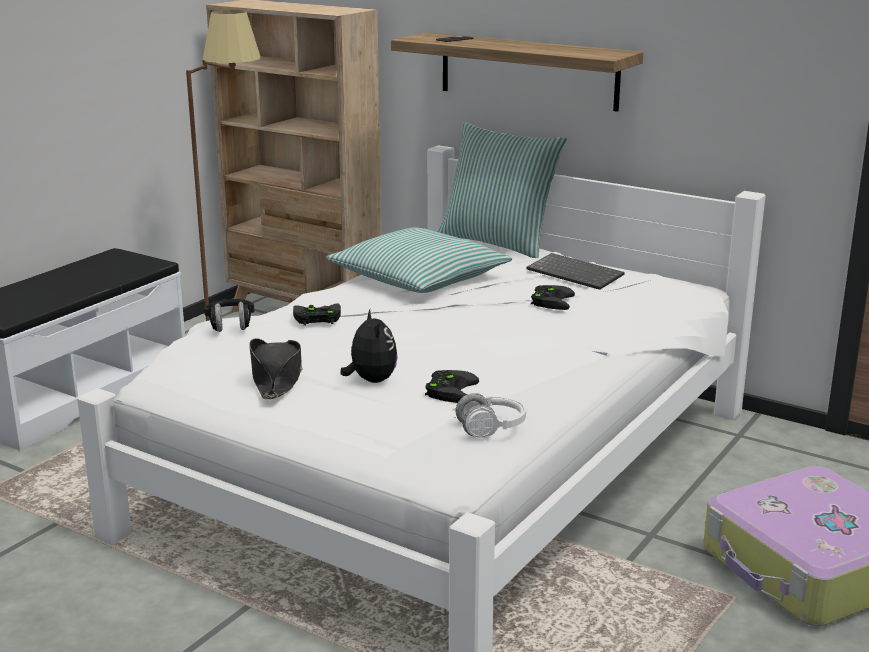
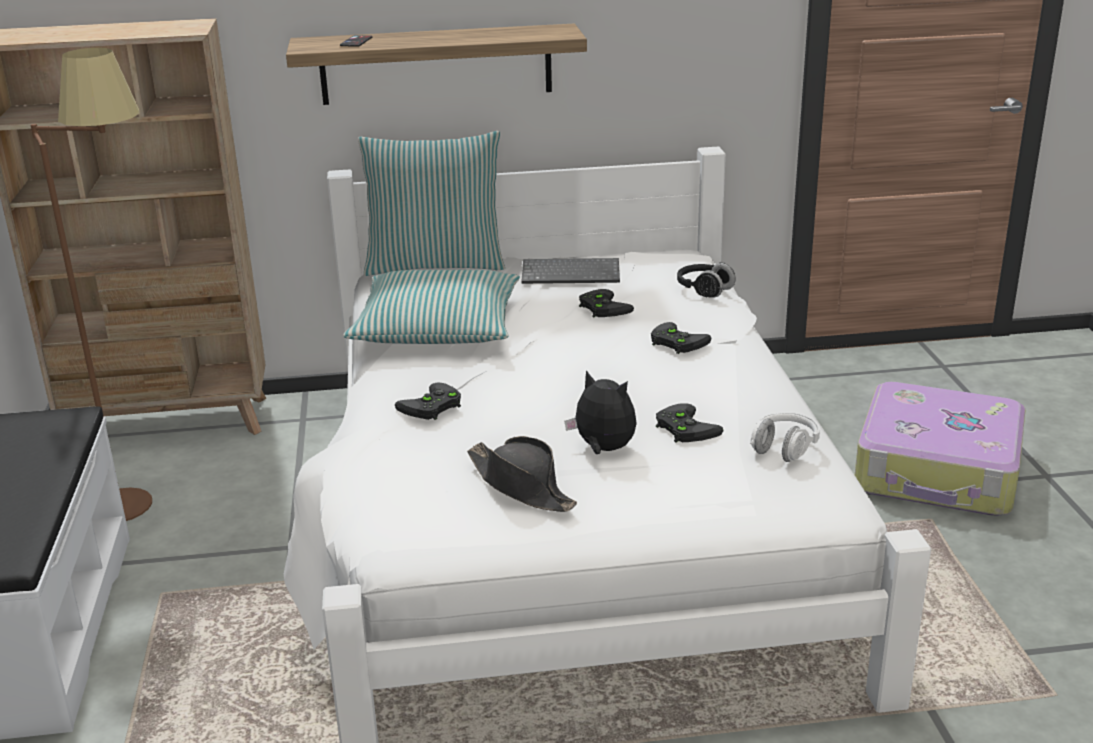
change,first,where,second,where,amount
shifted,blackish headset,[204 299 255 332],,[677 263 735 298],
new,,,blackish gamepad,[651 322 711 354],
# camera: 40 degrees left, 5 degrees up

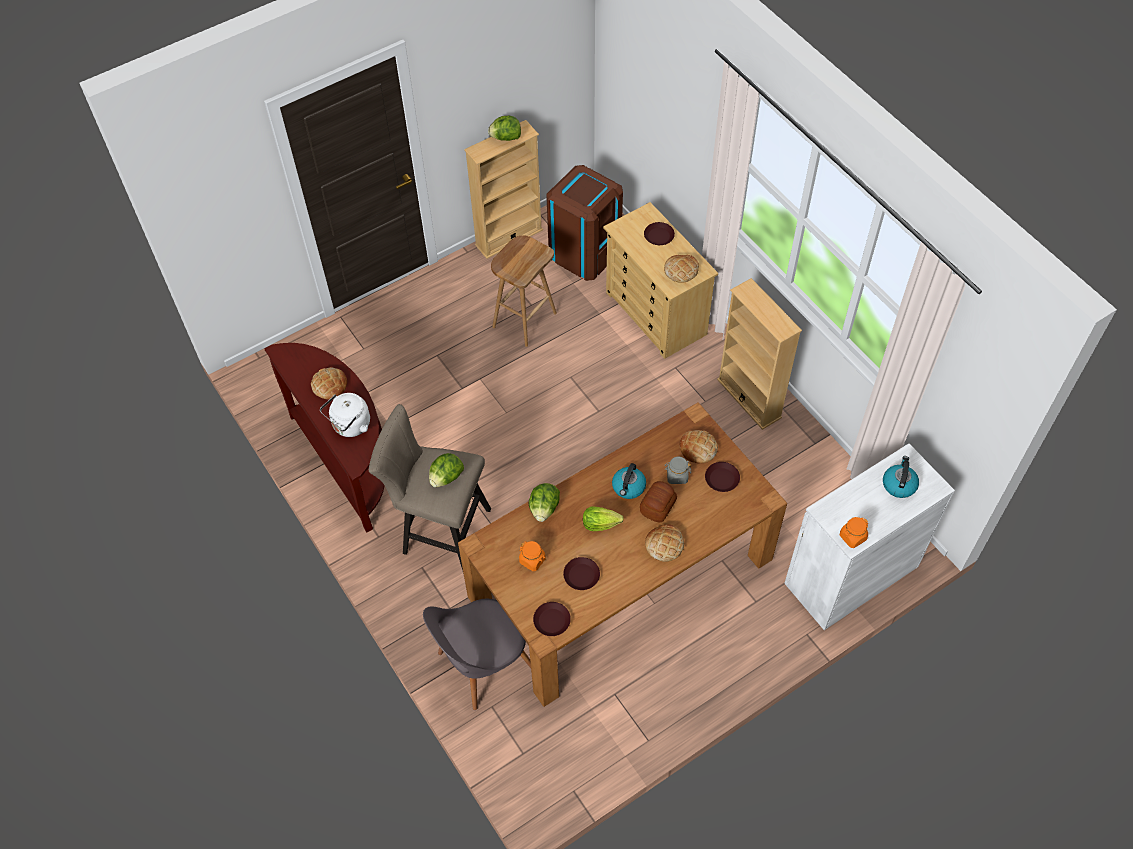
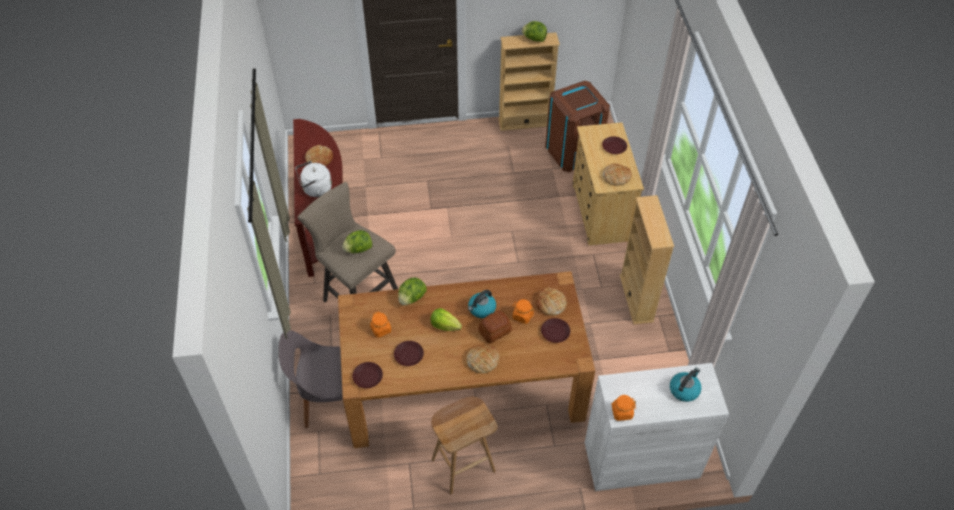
change,first,where,second,where,amount
shifted,brown stool seat,[491 235 557 347],,[431 396 497 494],
repainted,gray preserve jar,[665 457 691 484],orange preserve jar,[512 299 534 324],
# camera: 25 degrees right, 5 degrees down

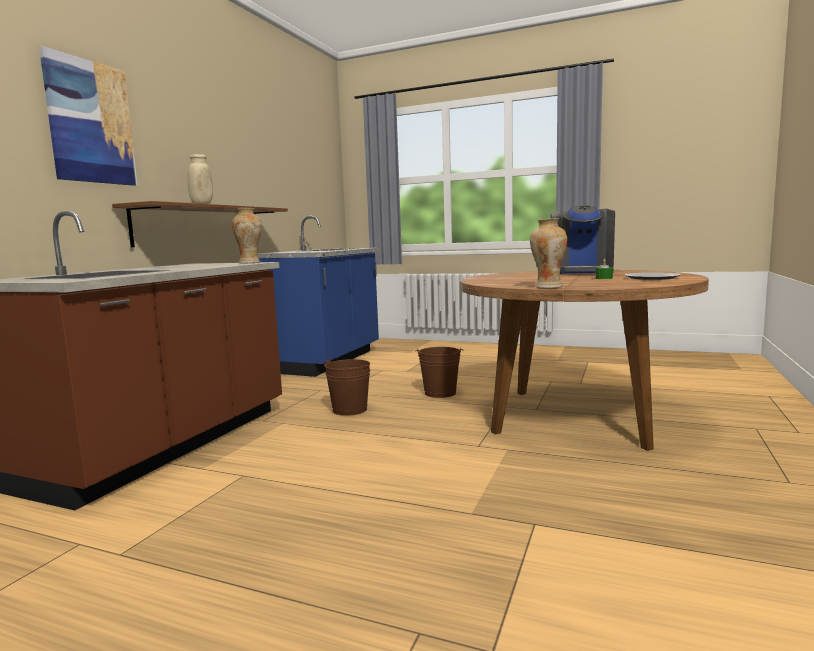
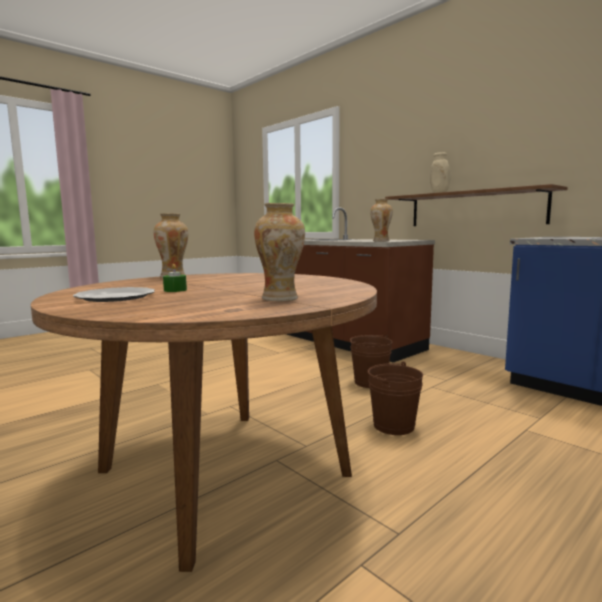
change,first,where,second,where,amount
gone,wall art,[39 46 137 186],,,
swapped,coffee brewer,[550 205 615 274],vase,[254 203 305 301],
# camera: 115 degrees right, 0 degrees up

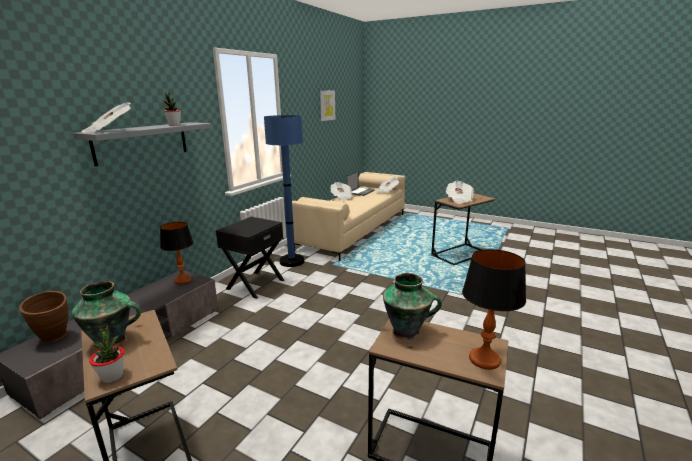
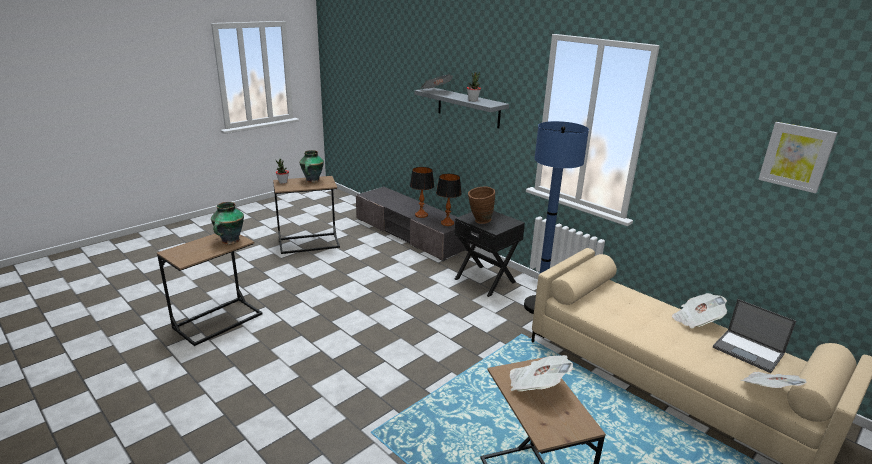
change,first,where,second,where,amount
shifted,table lamp,[462 249 526 370],,[410 167 434 218],
shifted,brown vase,[19 291 69 343],,[468 187 495 224],
# camera: 105 degrees right, 5 degrees up

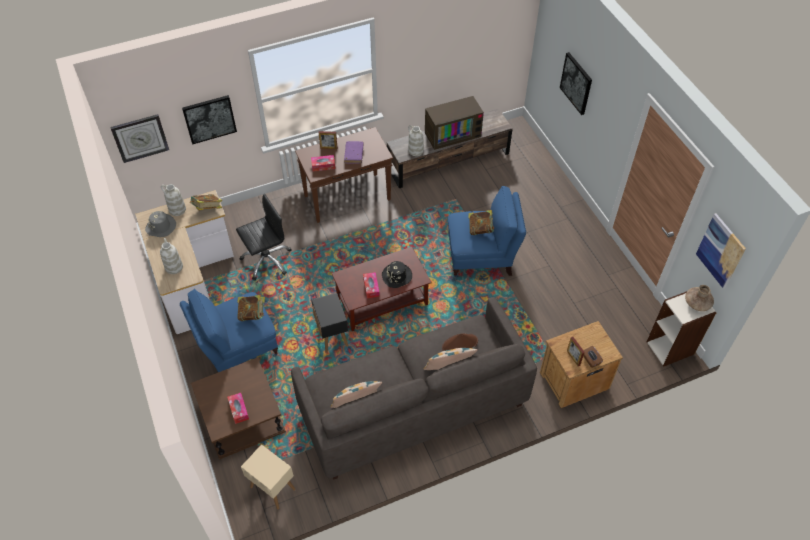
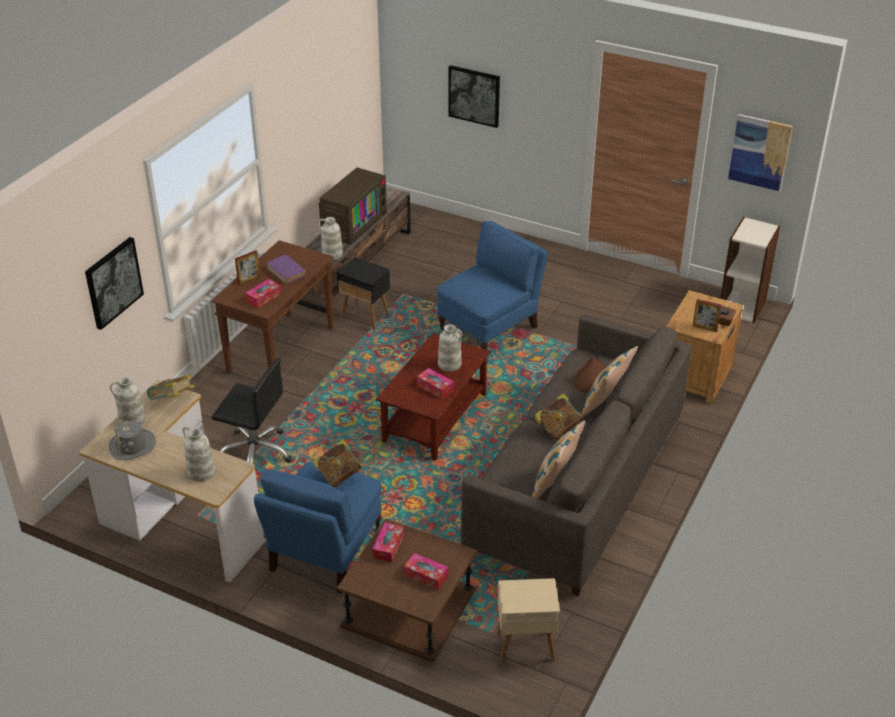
change,first,where,second,where,amount
gone,hanging clock,[110 114 169 163],,,
rotated,blackish desk chair,[236 194 291 280],,[211 358 292 463],90 degrees clockwise
shifted,book,[468 210 494 235],,[534 393 583 441],
swapped,blackish wearable hat,[382 261 412 288],white vase,[438 324 462 372],
gone,brown vase,[685 285 714 311],,,
shifted,blackish accent table,[312 293 348 353],,[336 257 390 330],
new,,,box of tissues,[372 522 404 562],
# camera: 40 degrees left, 15 degrees down

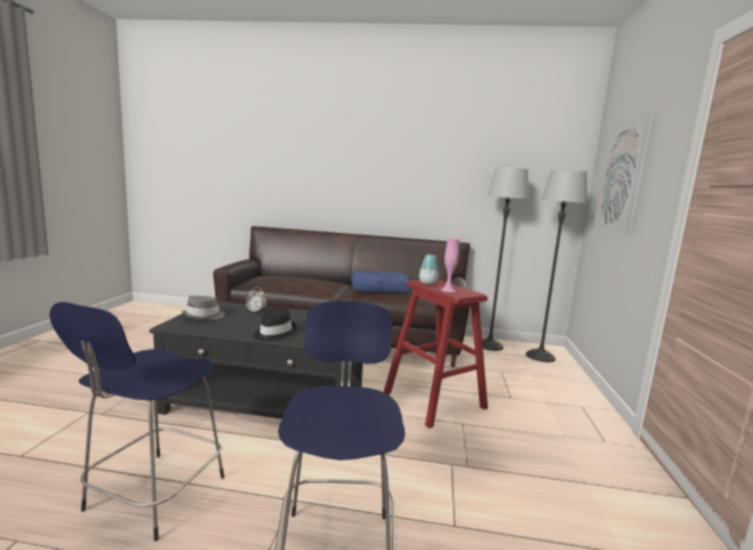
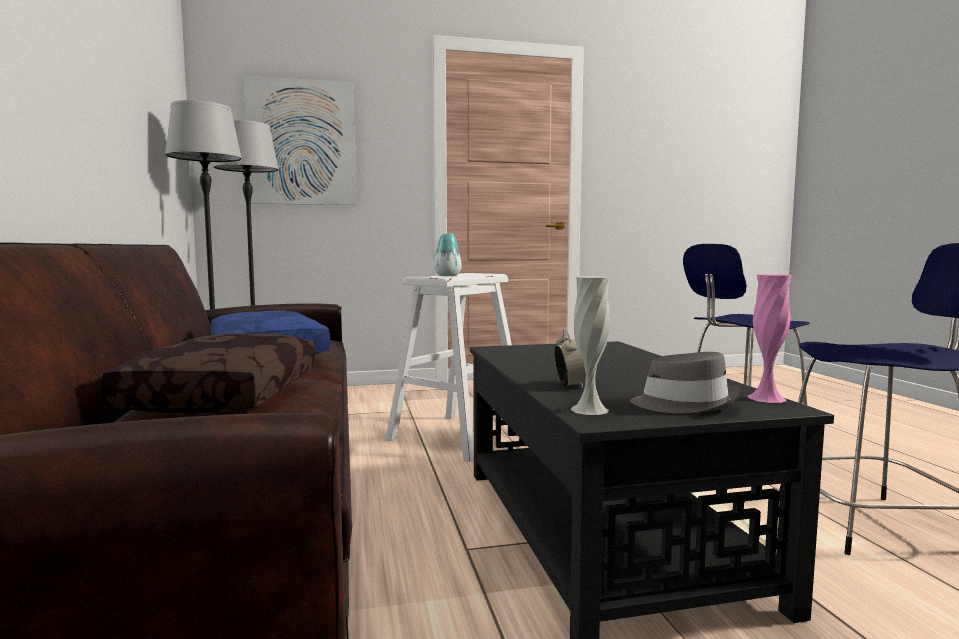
change,first,where,second,where,amount
shifted,pinkish vase,[441 238 460 292],,[748 274 792 403],
repainted,red-coloured stool seat,[384 279 488 428],white stool seat,[386 273 512 462],
gone,blackish wearable hat,[254 308 297 341],,,
new,,,white vase,[570 276 610 415],
new,,,brown cushion,[100 333 316 413],
# camera: 110 degrees left, 5 degrees down

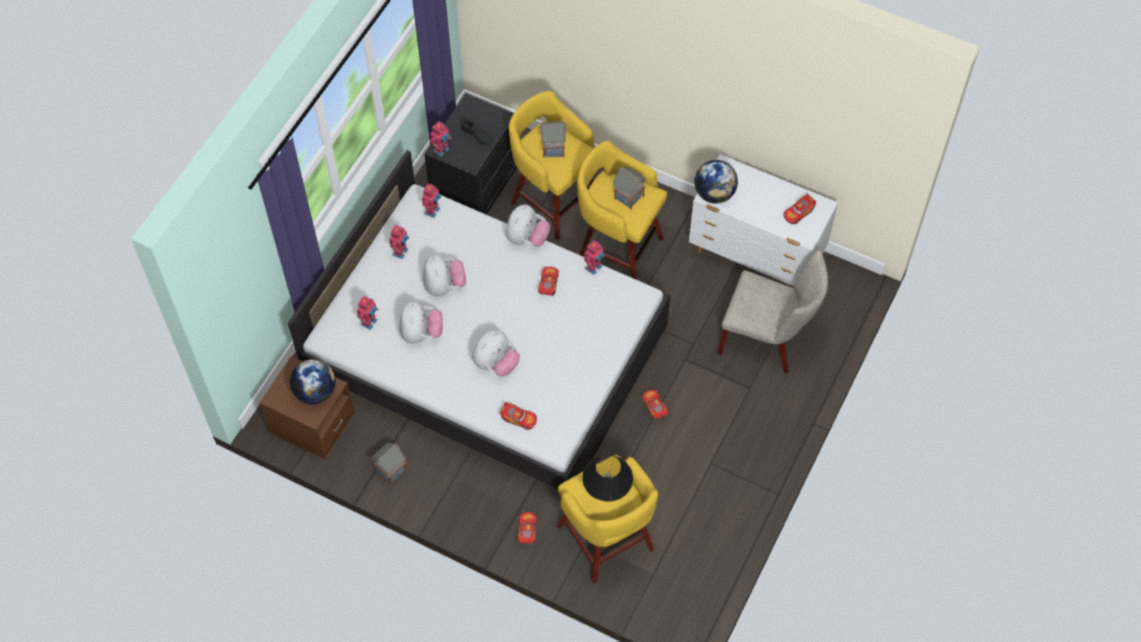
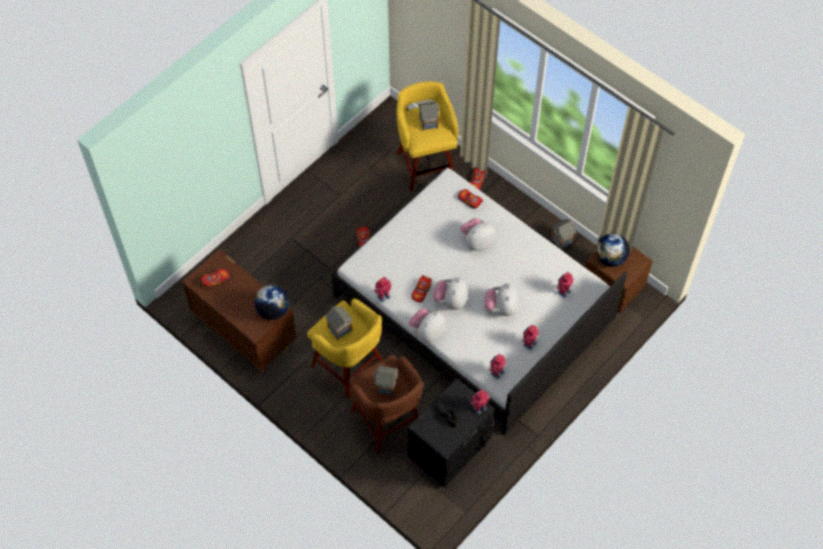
change,first,where,second,where,amount
repainted,yellowish stool seat,[509 91 594 240],brown stool seat,[349 355 423 453],
repainted,white drawer chest,[689 154 838 286],brown drawer chest,[182 249 297 372],
gone,sand-coloured plain chair,[717 249 828 374],,,
shifted,cuddly toy,[399 301 443 344],,[433 277 467 310],
swapped,blackish table lamp,[582 455 633 502],toy house,[418 102 439 131],
# camera: 165 degrees left, 0 degrees up

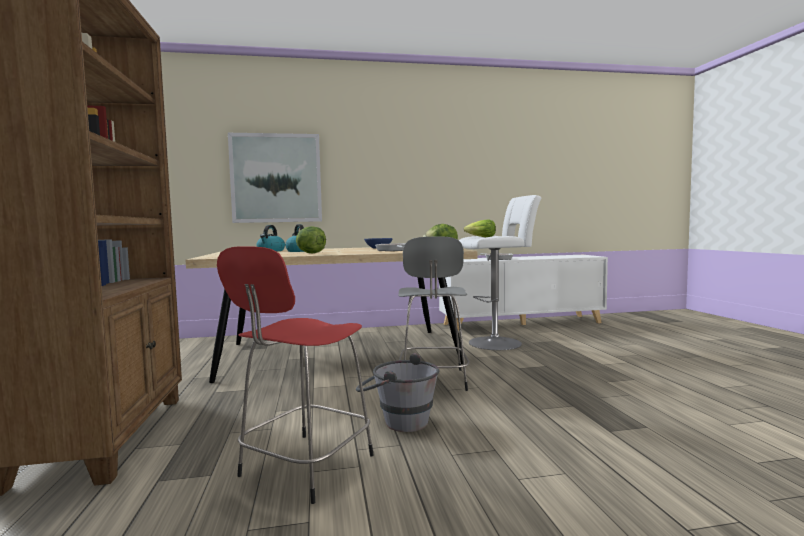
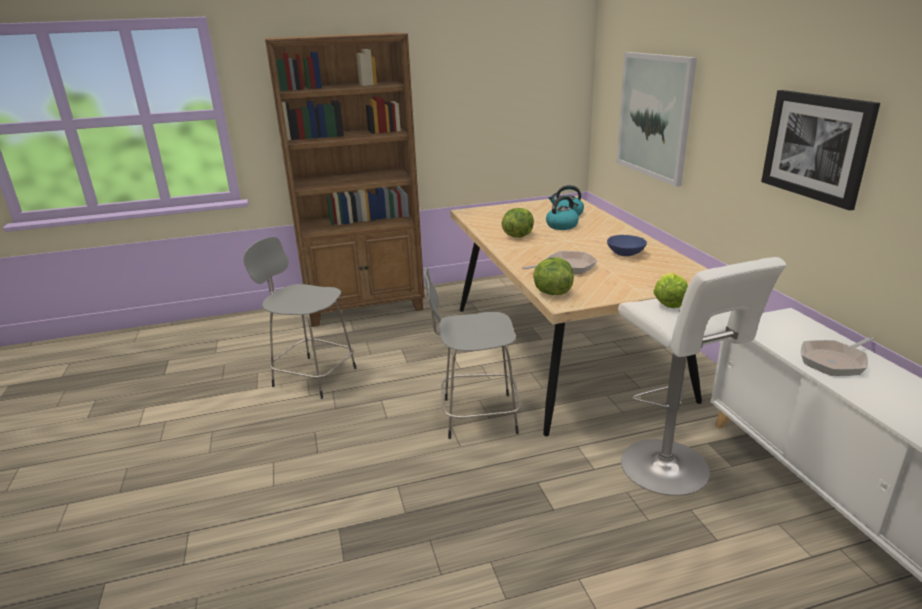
change,first,where,second,where,amount
repainted,red-coloured stool seat,[217 247 374 504],gray stool seat,[243 237 356 399],
gone,gray water bucket,[356 353 439 432],,,
new,,,wall art,[761 90 880 210],
# camera: 85 degrees right, 20 degrees up

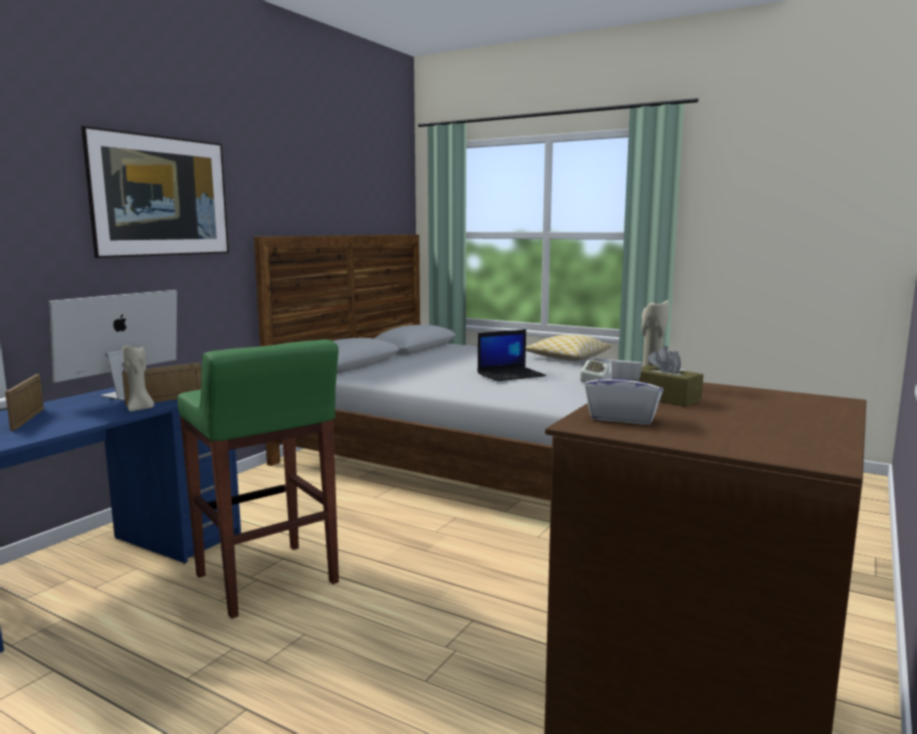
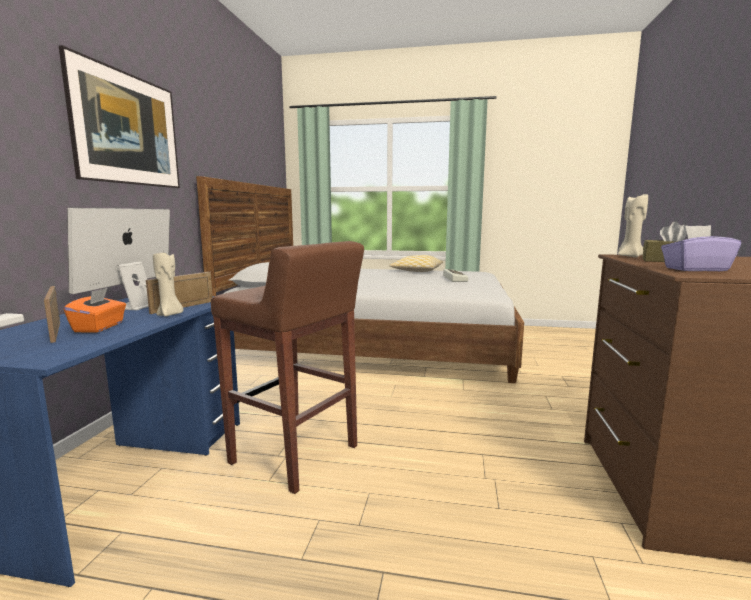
change,first,where,second,where,amount
gone,portable computer,[478 329 546 381],,,
repainted,greenish stool seat,[177 340 339 619],brown stool seat,[211 241 364 494],
repainted,white box of tissues,[584 361 663 425],purple-coloured box of tissues,[661 225 741 271],
new,,,orange box of tissues,[64 288 126 332],
# camera: 20 degrees left, 0 degrees up

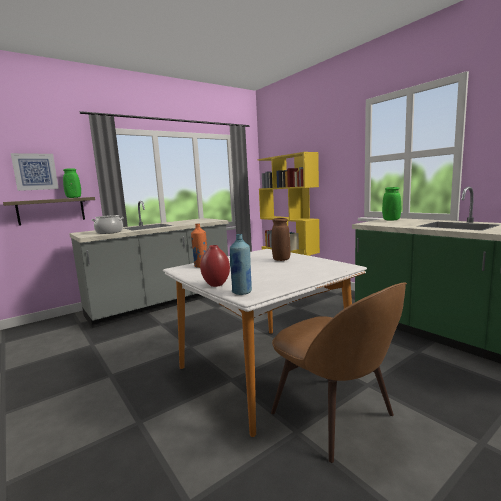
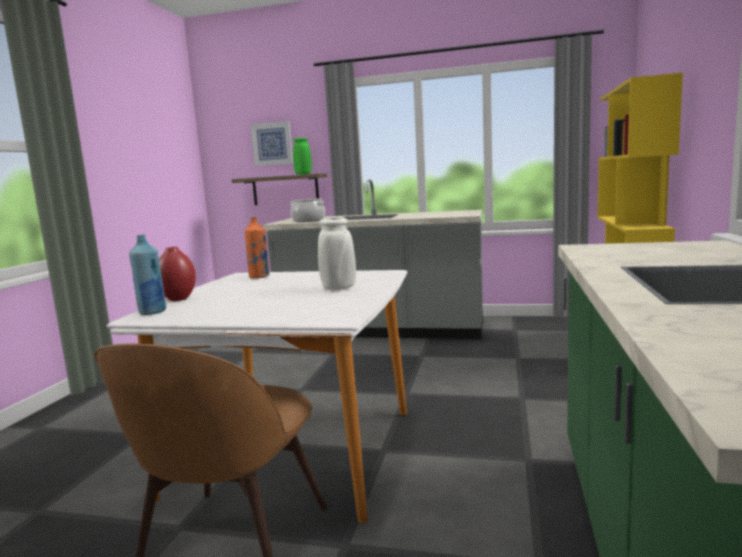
change,first,where,second,where,amount
gone,greenish vase,[382 187 401 221],,,
repainted,brown vase,[271 218 291 261],white vase,[318 218 356 290],
# camera: 50 degrees right, 0 degrees up

